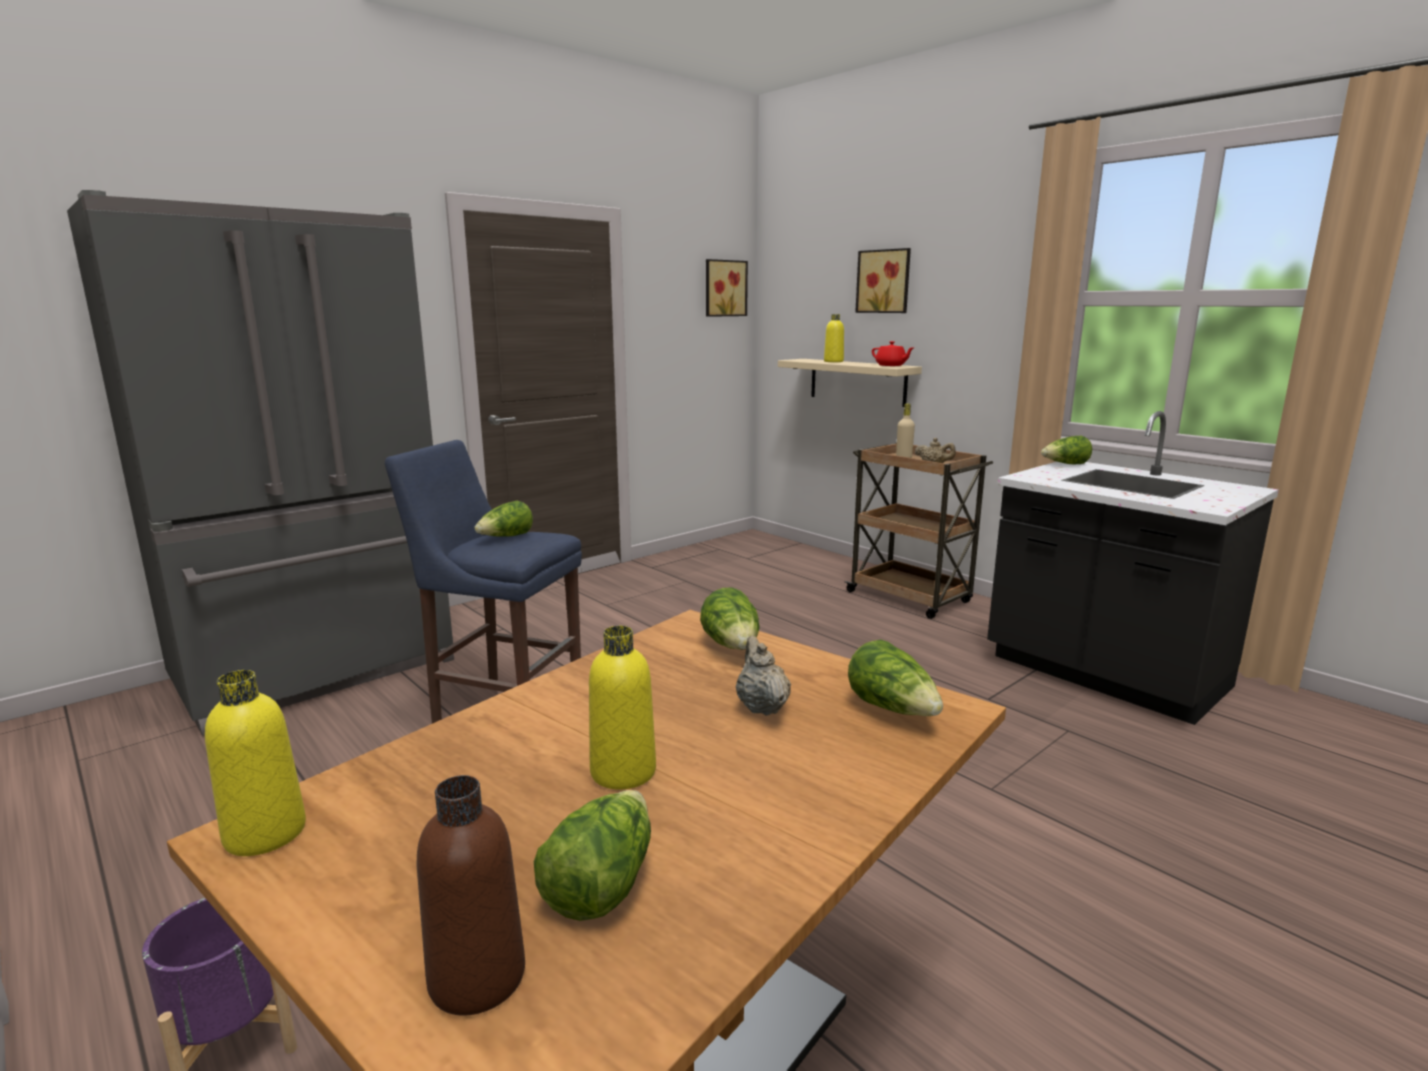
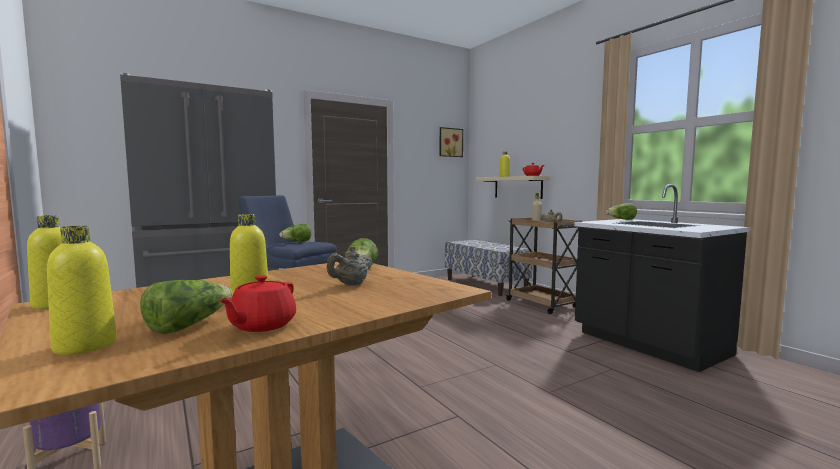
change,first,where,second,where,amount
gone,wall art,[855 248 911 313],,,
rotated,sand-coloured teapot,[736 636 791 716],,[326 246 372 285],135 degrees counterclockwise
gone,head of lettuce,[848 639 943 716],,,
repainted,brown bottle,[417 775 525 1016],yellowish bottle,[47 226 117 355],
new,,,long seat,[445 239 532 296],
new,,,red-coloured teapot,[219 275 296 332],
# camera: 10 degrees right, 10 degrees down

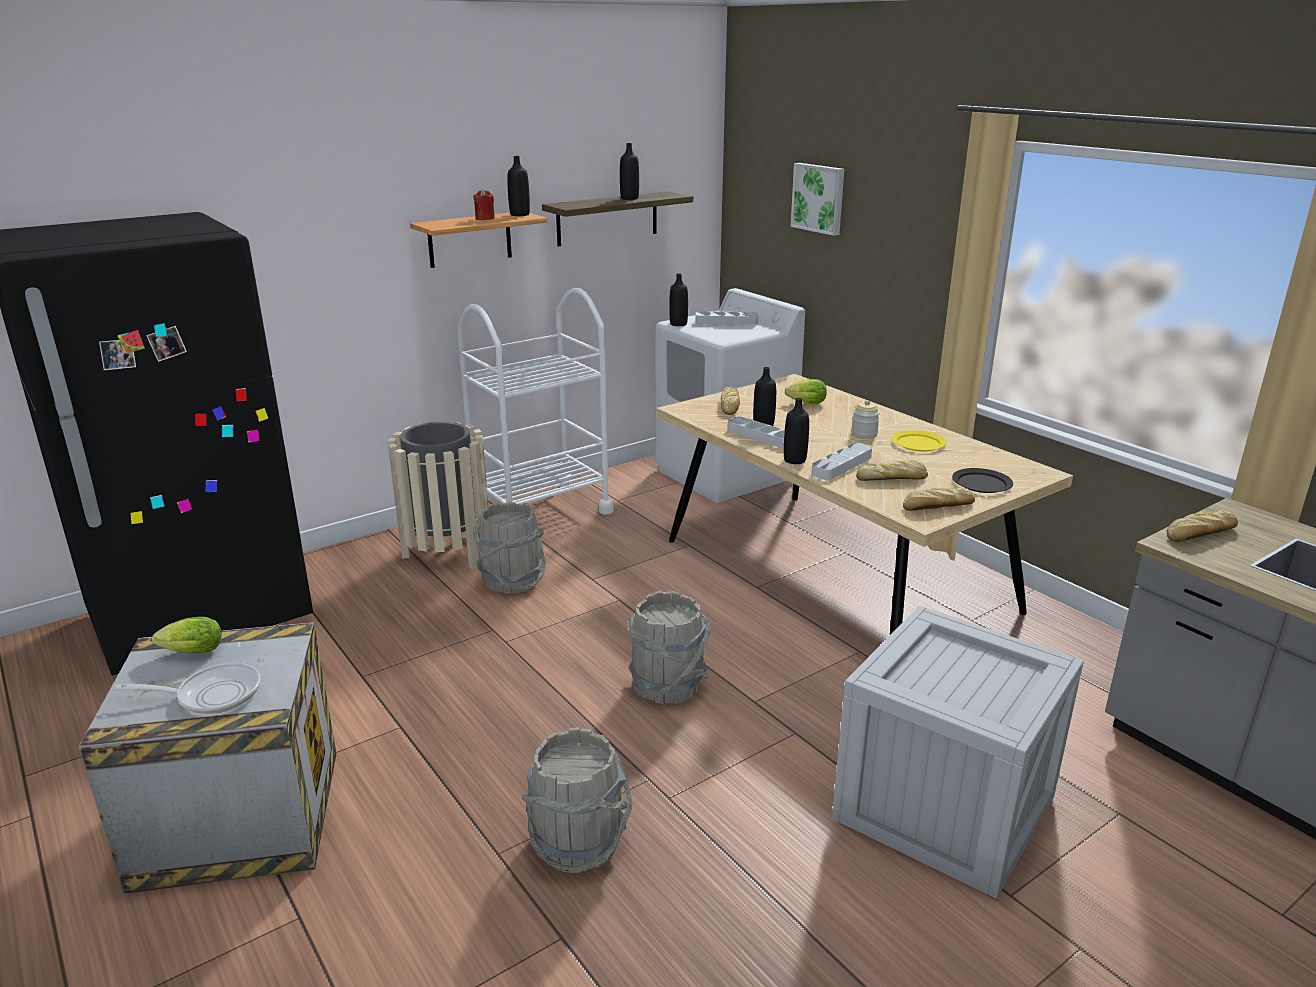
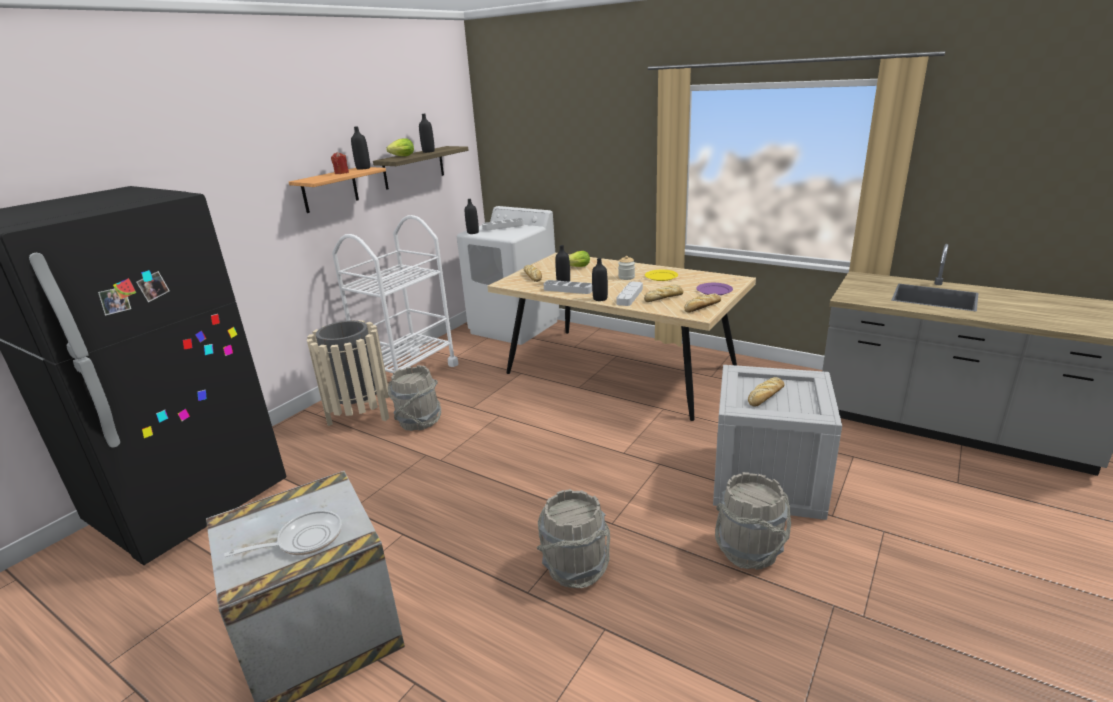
change,first,where,second,where,amount
gone,wall art,[790 163 844 236],,,
repainted,blackish dinner plate,[952 468 1013 493],purple-coloured dinner plate,[696 283 733 295],
shifted,baked bread,[1167 510 1238 542],,[748 377 785 407],
shifted,gray water bucket,[627 591 711 704],,[715 472 791 570],
shifted,head of lettuce,[152 617 222 653],,[386 138 414 156],
# camera: 20 degrees left, 0 degrees up

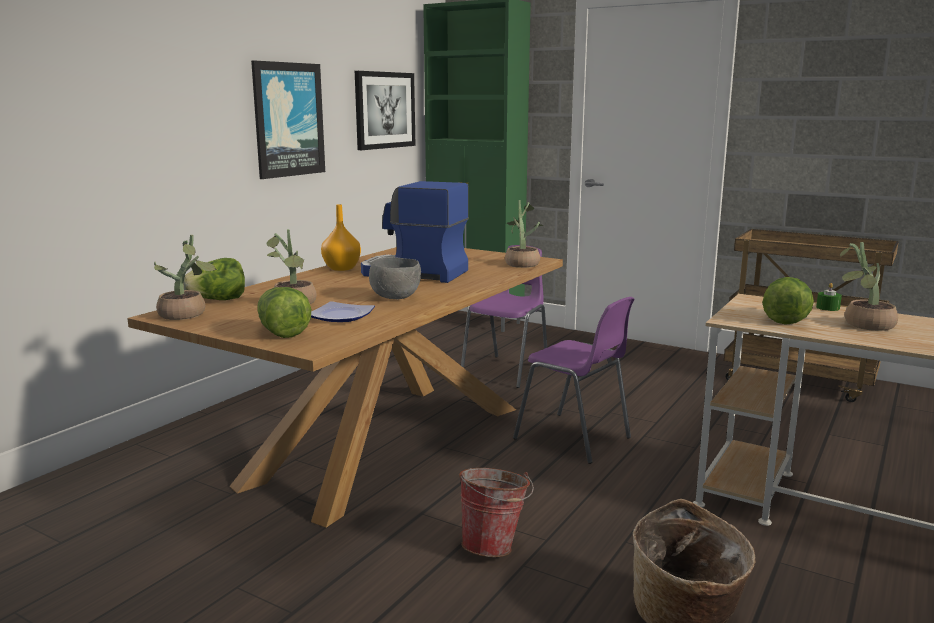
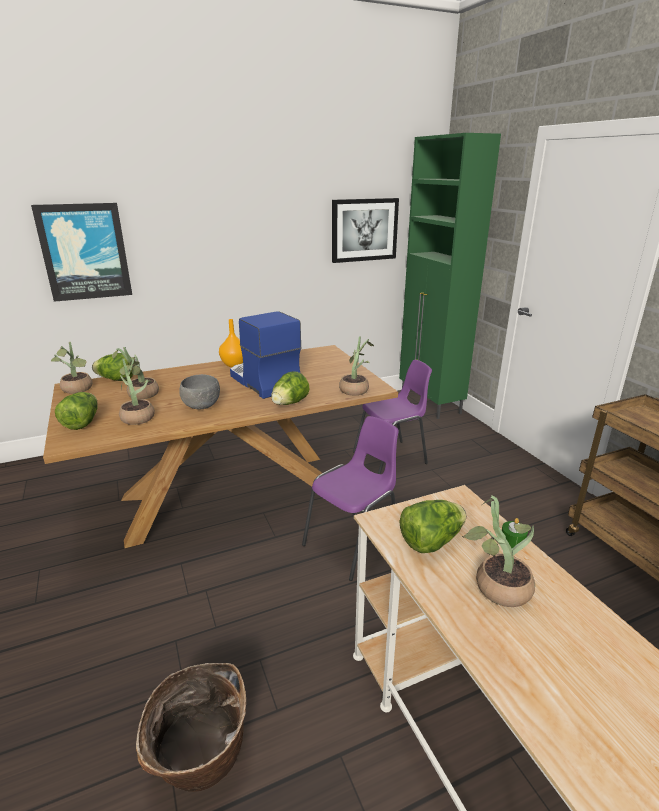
change,first,where,second,where,amount
shifted,wall art,[251 60 325 179],,[31 203 132 302],
rotated,purple-coloured plain chair,[513 297 635 464],,[302 416 399 581],120 degrees counterclockwise
swapped,dinner plate,[311 301 375 322],plant in a pot,[116 358 155 425],
gone,water bucket,[459 468 534 557],,,
new,,,head of lettuce,[271 371 310 405],
# camera: 35 degrees right, 10 degrees up

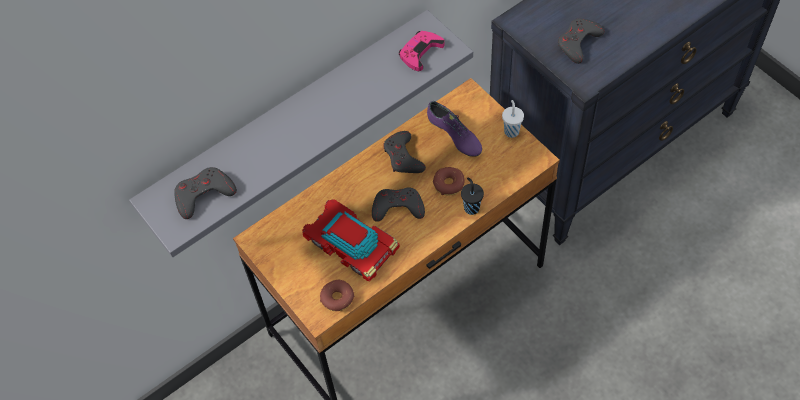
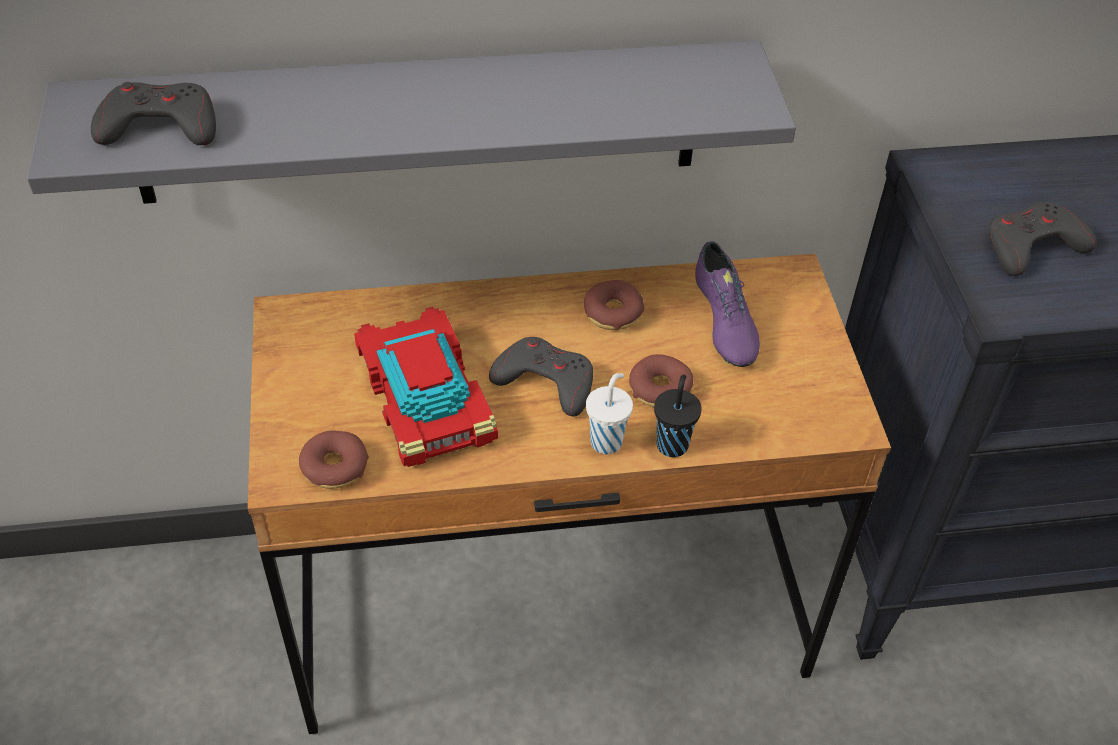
change,first,where,second,where,amount
gone,pinkish gamepad,[399 31 445 71],,,
shifted,white drinking cup,[502 100 524 138],,[586 373 633 454],
swapped,gray gamepad,[383 131 426 173],donut,[584 280 644 331],
# camera: 25 degrees right, 10 degrees down

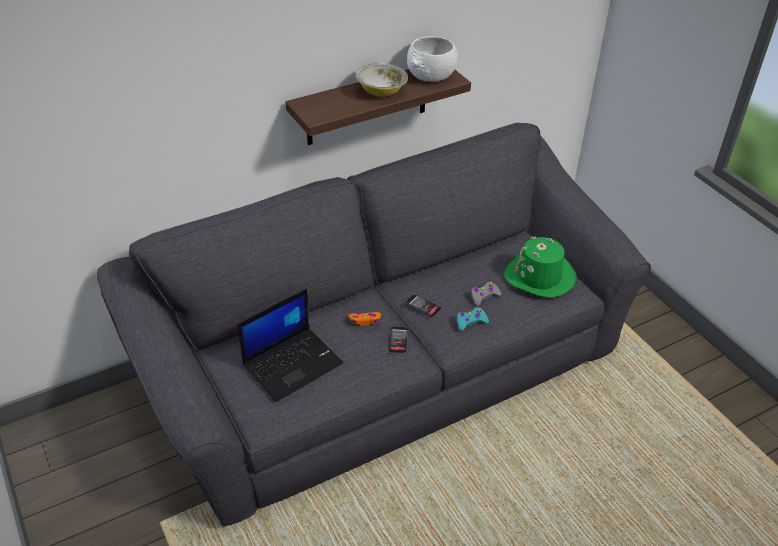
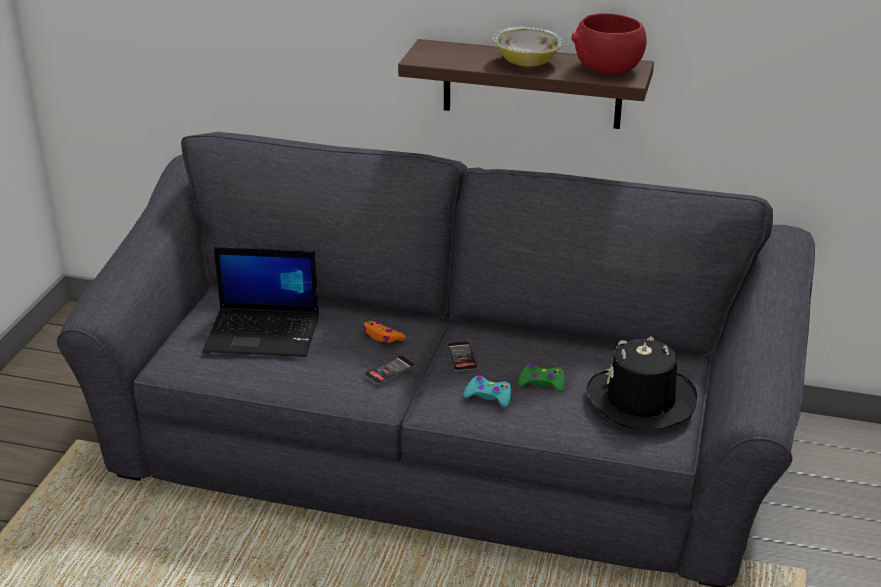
change,first,where,second,where,amount
repainted,white deep dish,[407 36 458 82],red-coloured deep dish,[571 13 647 75],
repainted,greenish wearable hat,[504 236 577 298],blackish wearable hat,[586 337 697 429],
repainted,gray gamepad,[471 282 502 306],greenish gamepad,[518 364 565 392],
# camera: 45 degrees right, 10 degrees down

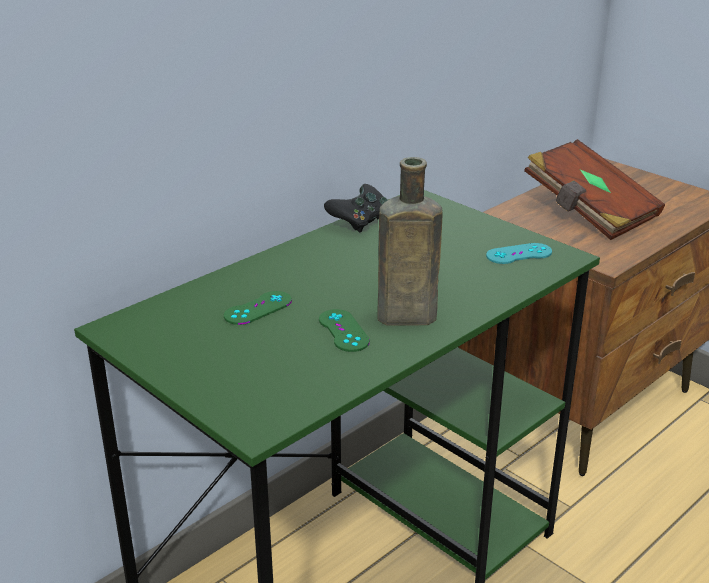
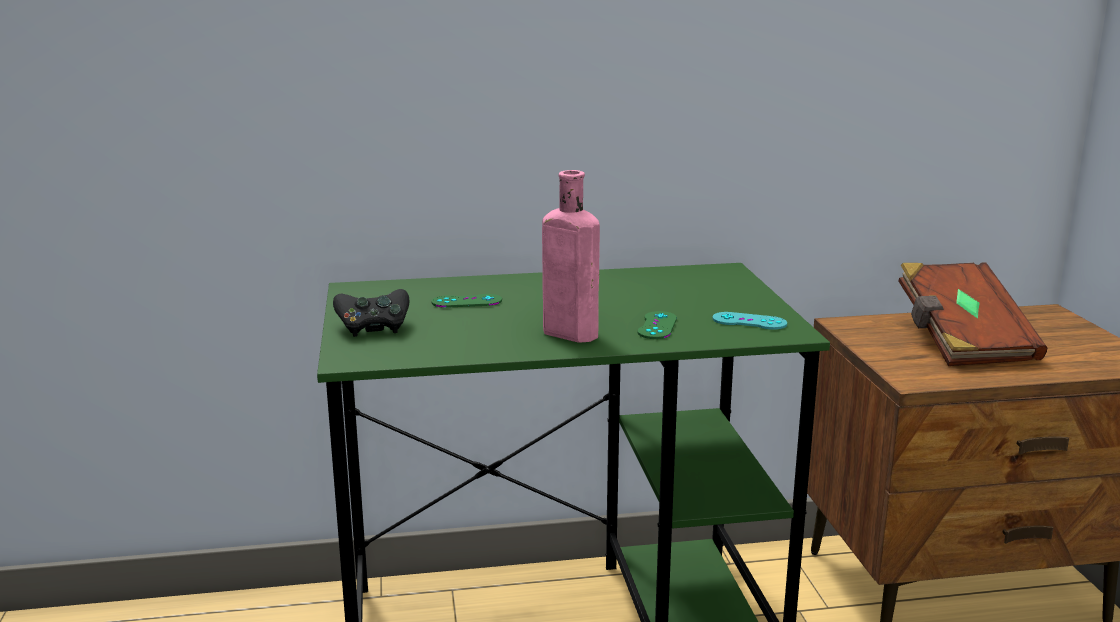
change,first,where,second,where,amount
repainted,brown bottle,[377 157 443 326],pinkish bottle,[542 170 600 343],
shifted,blackish gamepad,[324 184 388 233],,[333 289 409 337],
shifted,greenish gamepad,[319 309 370 352],,[638 311 677 339],
# camera: 35 degrees right, 10 degrees down

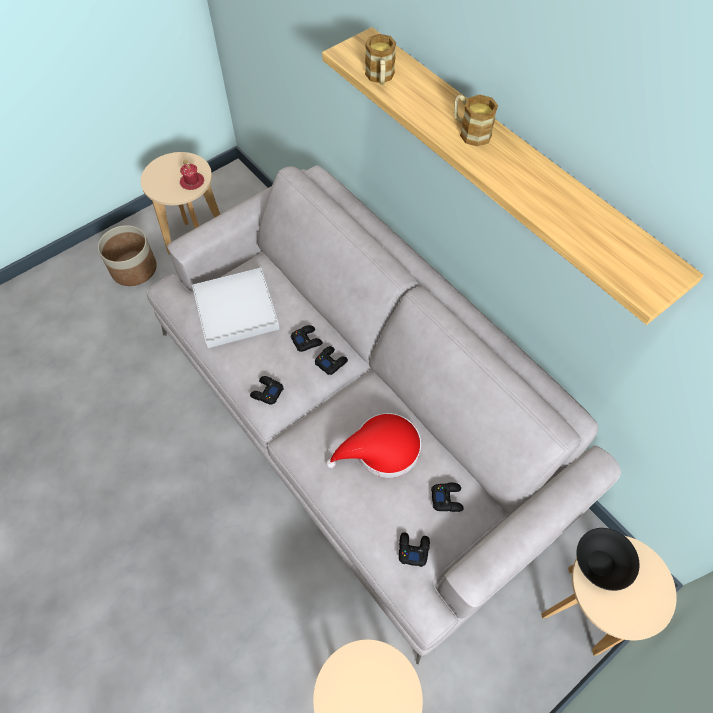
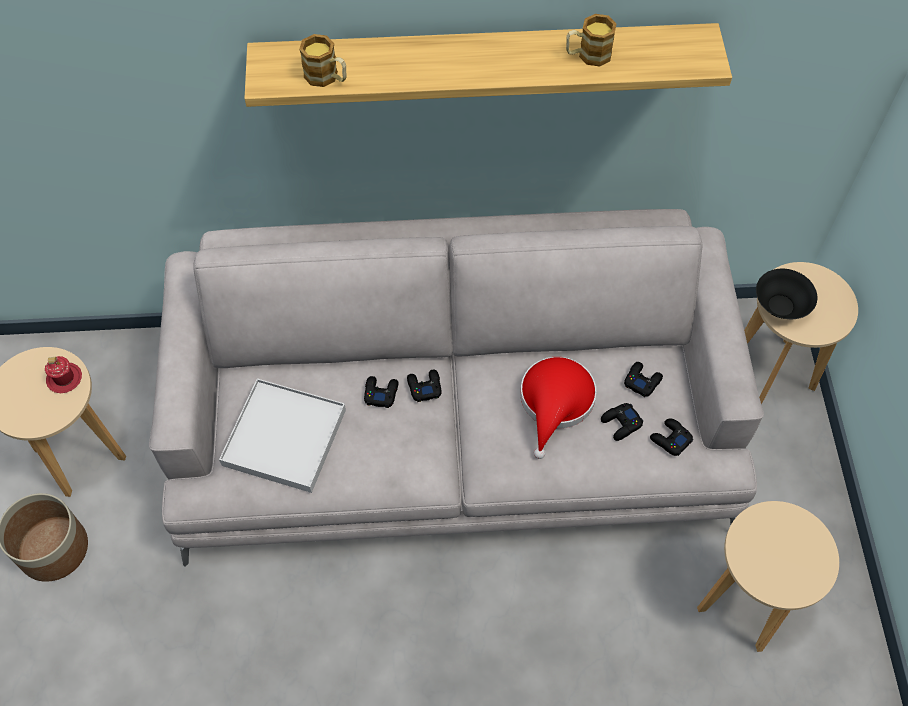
change,first,where,second,where,amount
shifted,tea mug,[454 95 498 147],,[566 14 617 67],
shifted,blackish gamepad,[250 376 284 404],,[601 403 643 441],
# camera: 55 degrees left, 0 degrees up

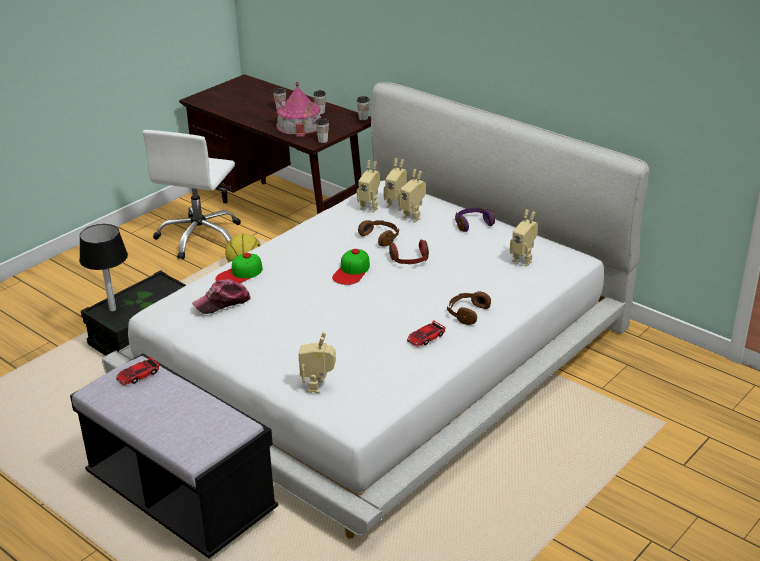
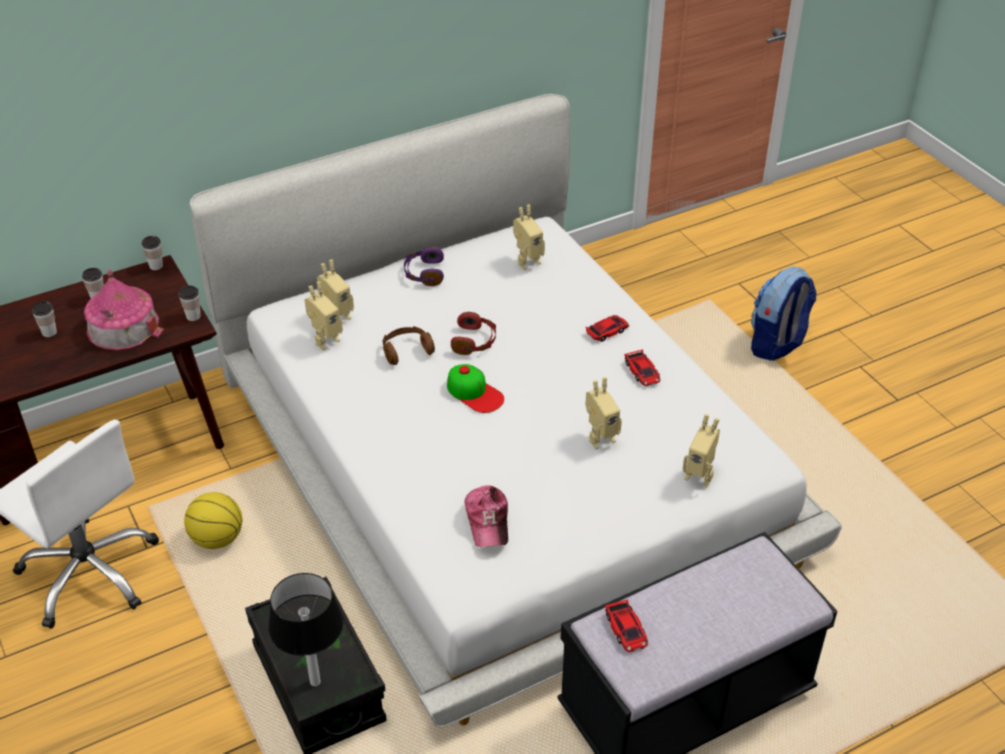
change,first,where,second,where,amount
shifted,robot figure,[399 169 426 223],,[585 377 622 449],
gone,cap,[216 253 263 284],,,
swapped,brown headset,[447 291 491 325],model car,[585 315 629 342],
new,,,rucksack,[751 266 816 361],
# camera: 70 degrees left, 10 degrees up

